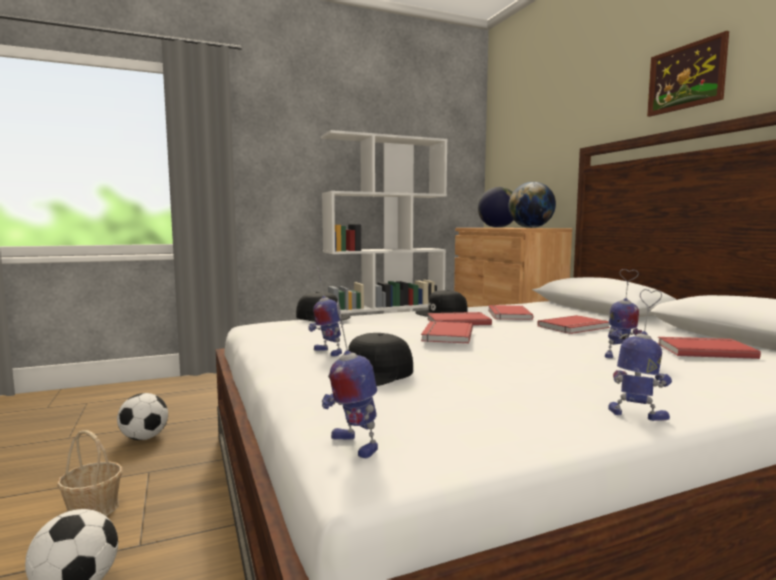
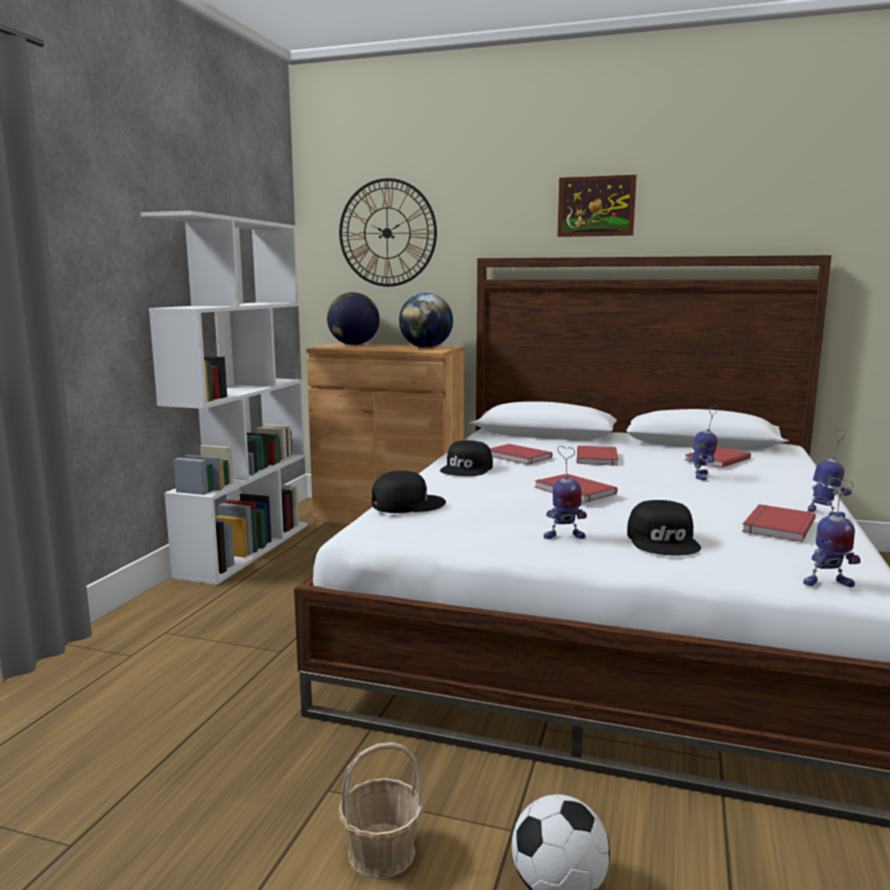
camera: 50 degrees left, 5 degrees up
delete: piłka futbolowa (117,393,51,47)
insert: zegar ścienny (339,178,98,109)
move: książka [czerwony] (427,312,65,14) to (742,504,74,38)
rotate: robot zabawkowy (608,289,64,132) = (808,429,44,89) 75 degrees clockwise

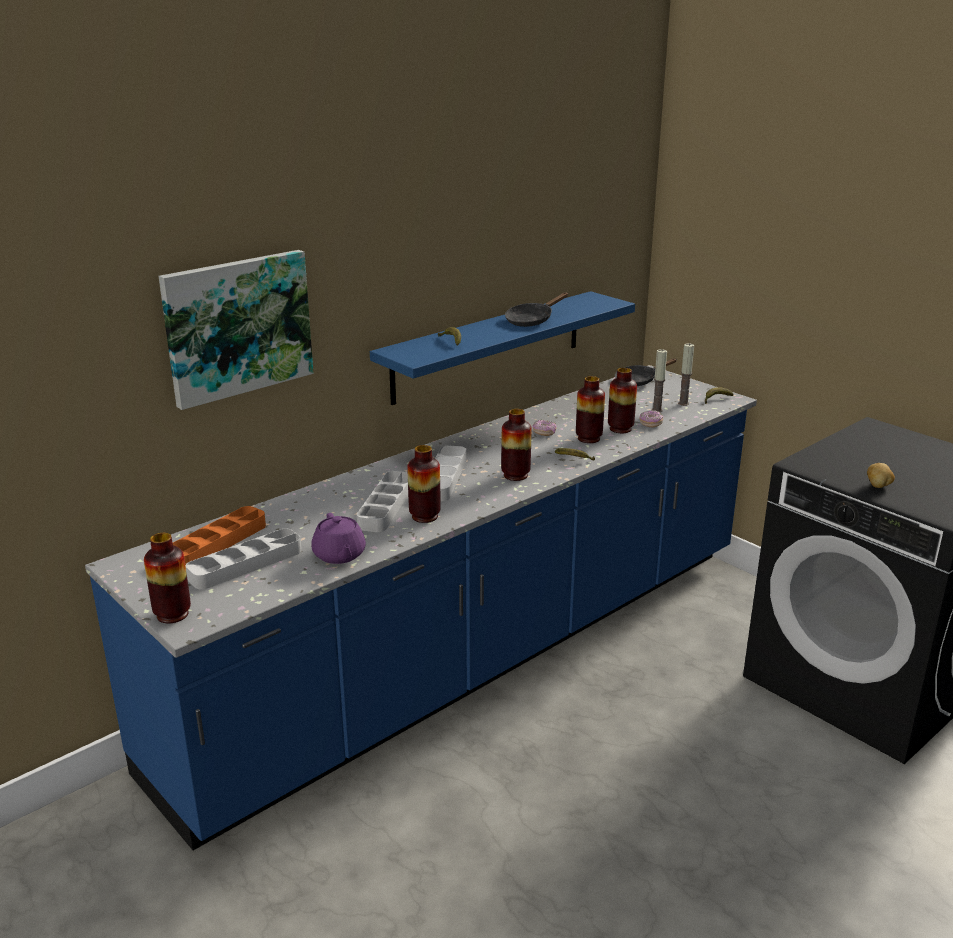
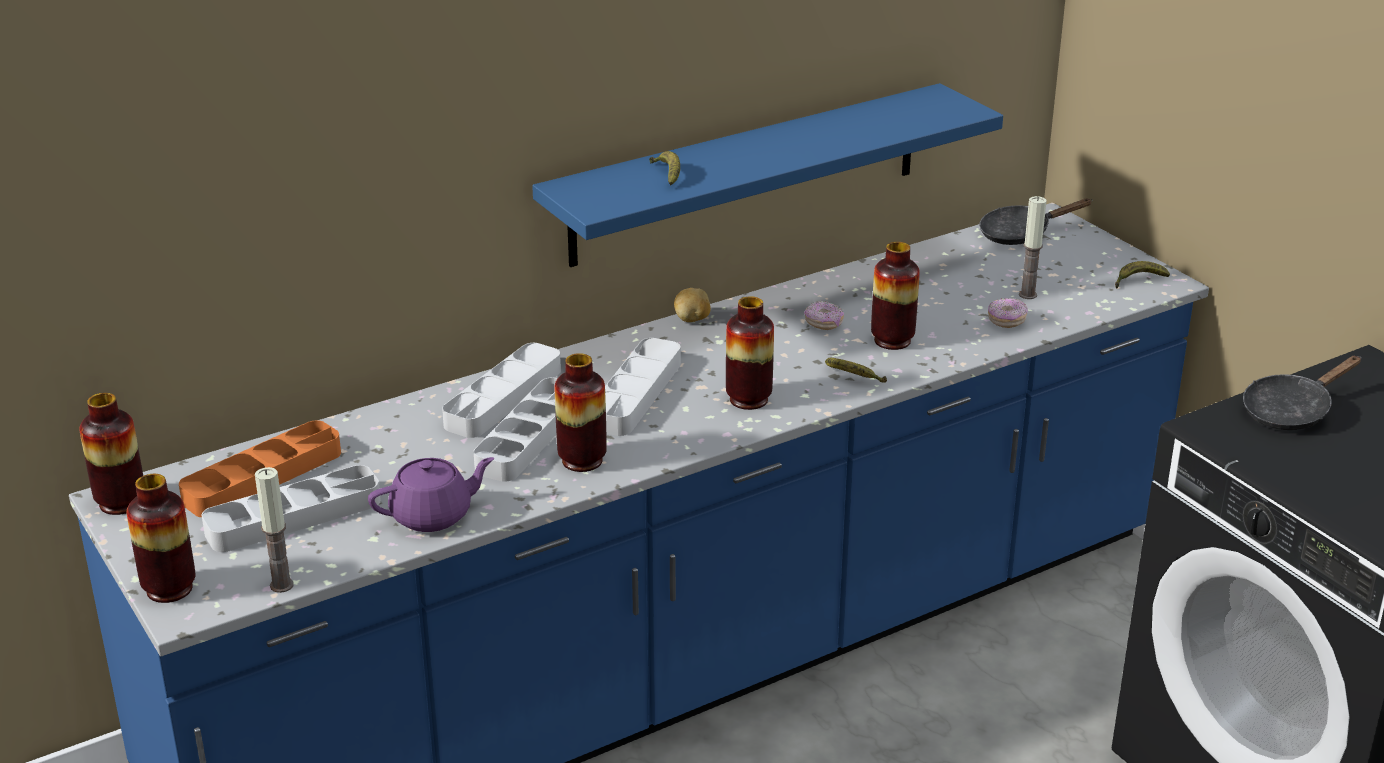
camera: 10 degrees right, 5 degrees up
delete: obraz (158,250,156,160)
insert: taca [szary] (442,343,119,95)
move: patelnia [czarny] (505,292,63,35) to (1243,356,118,74); świeca (678,343,16,63) to (255,467,39,126); wazon (608,368,29,65) to (80,393,63,122); ziemniak (867,463,28,25) to (674,288,37,34)
rotate: imbryk [fioletowy] (311,513,55,51) = (368,457,126,75) 105 degrees counterclockwise

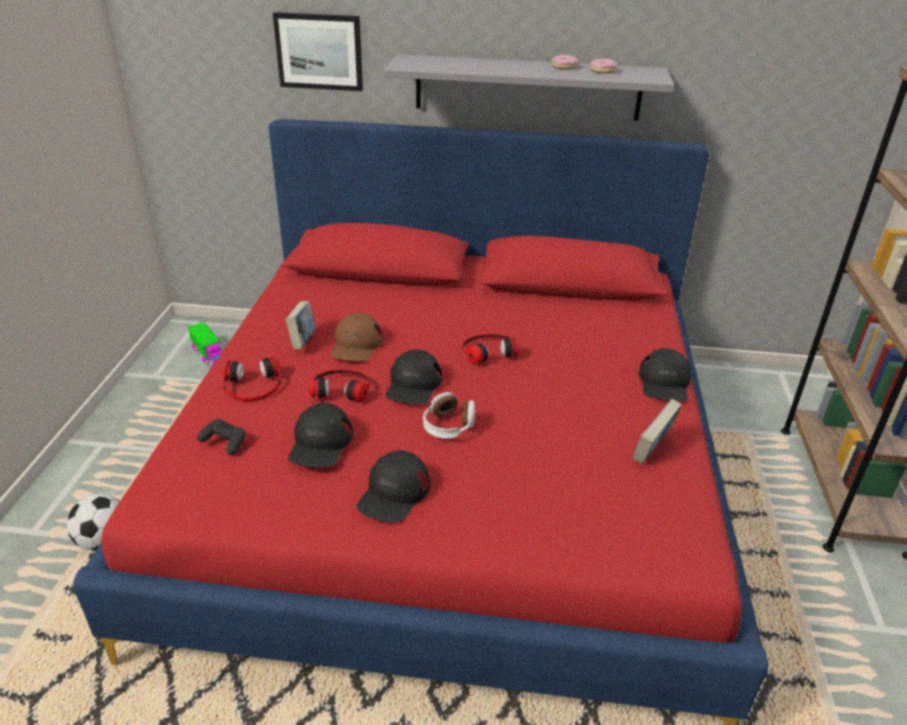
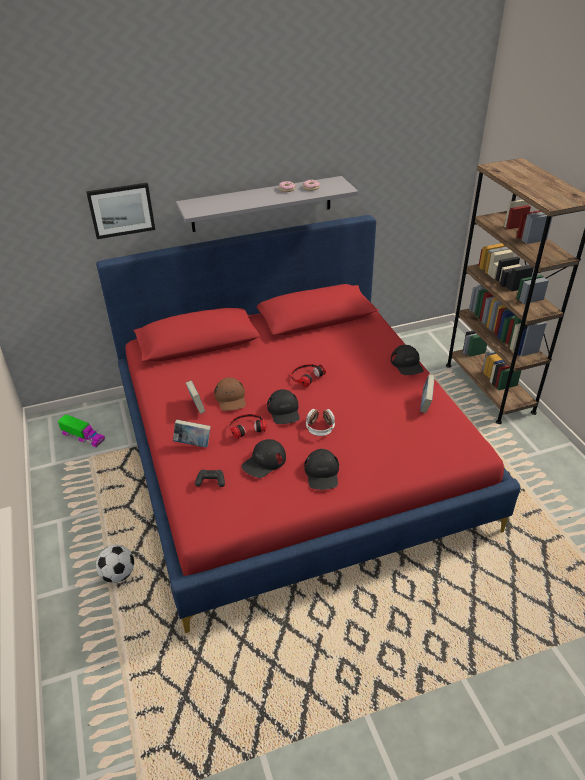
camera: 25 degrees left, 5 degrees up
replace: słuchawki (222,356,59,45) to książka (173,419,38,29)
rotate: czapka z daszkiem [czarny] (288,403,65,64) = (242,439,44,39) 60 degrees clockwise

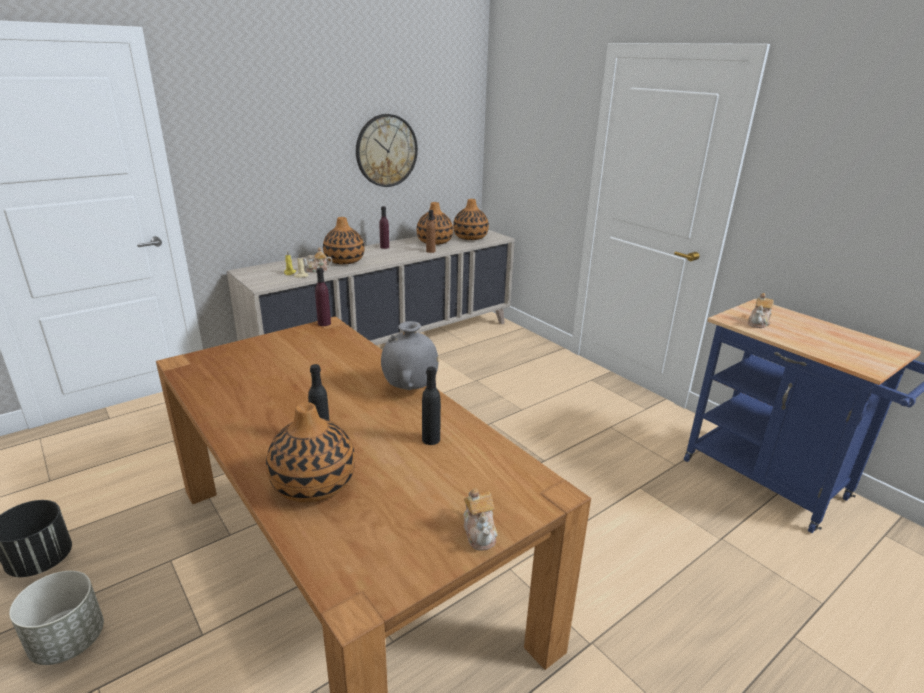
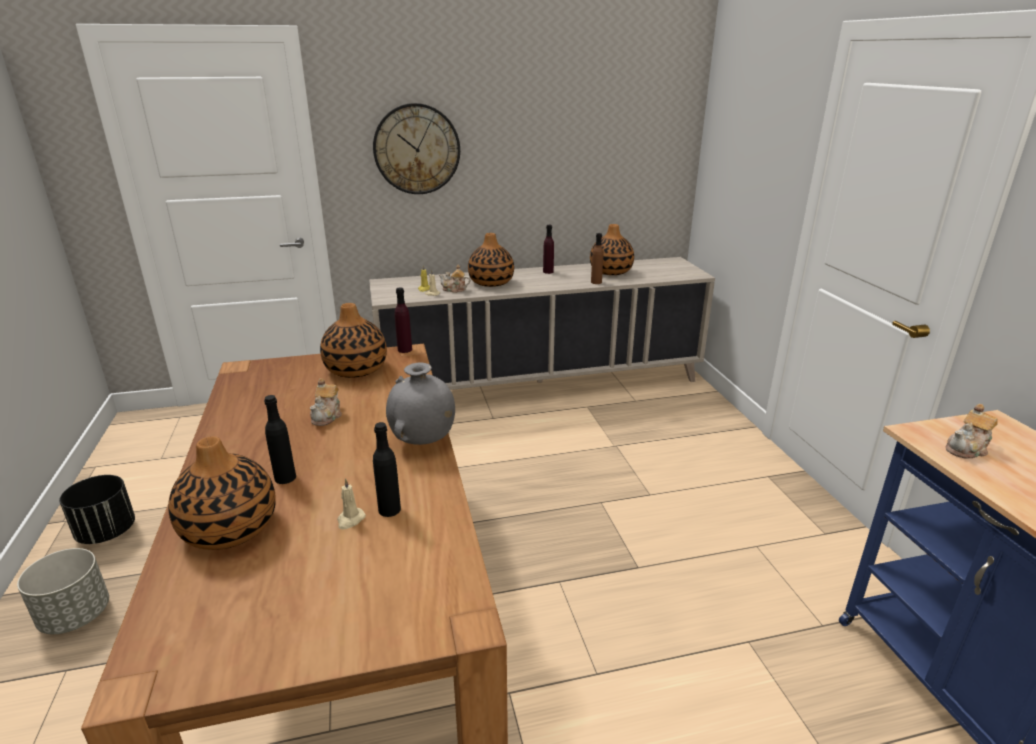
camera: 25 degrees right, 0 degrees up
insert: świeca [beżowy] (337,478,29,52)
move: zegar ścienny (356,114,62,73) to (373,103,87,91); wazon (453,199,36,41) to (320,303,67,75); imbryk (464,488,34,62) to (310,378,32,48)

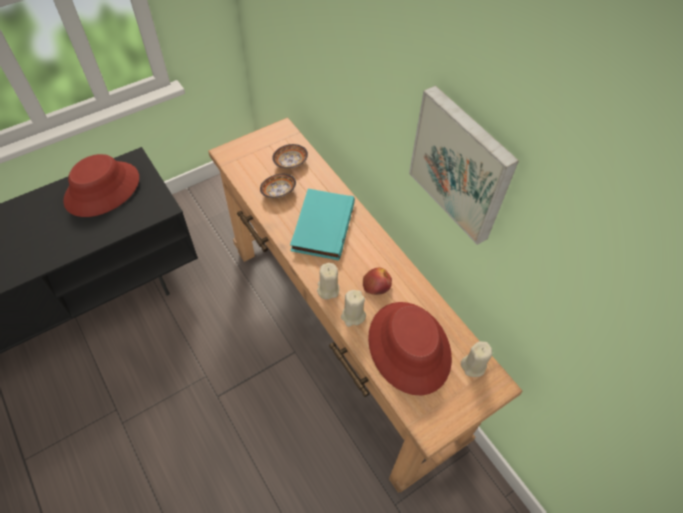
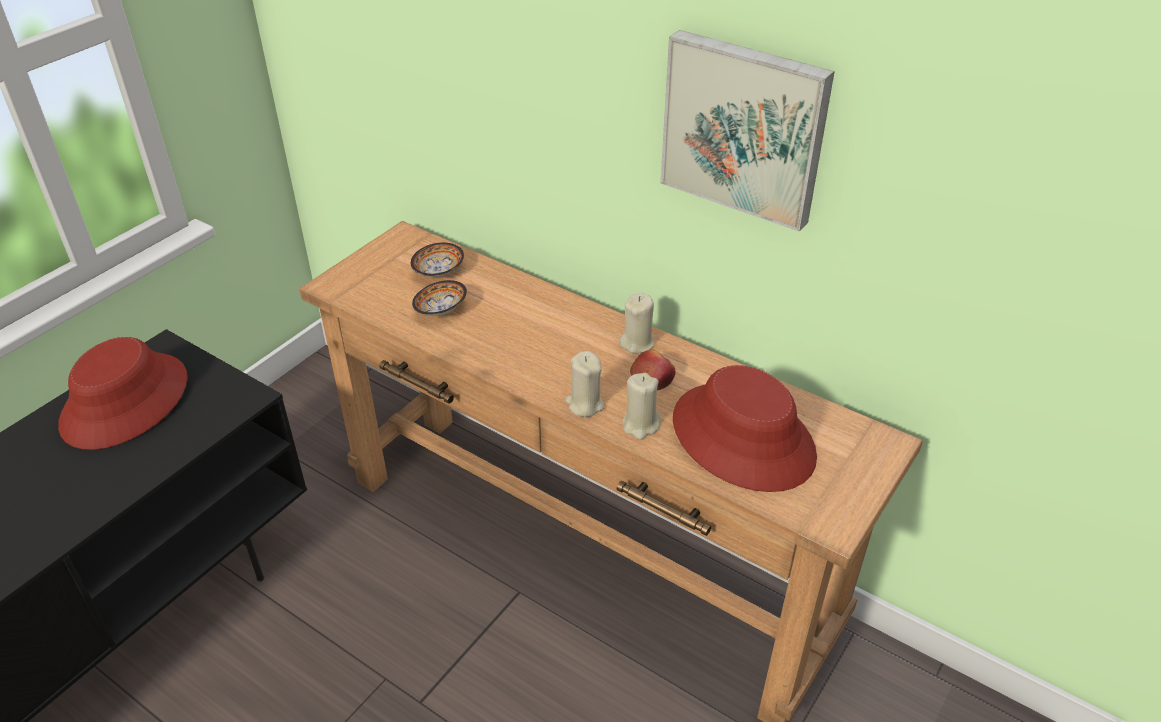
camera: 20 degrees left, 15 degrees down
delete: książka [turkusowy] (290,189,65,72)
move: świeca [beżowy] (461,341,31,36) to (619,293,36,61)

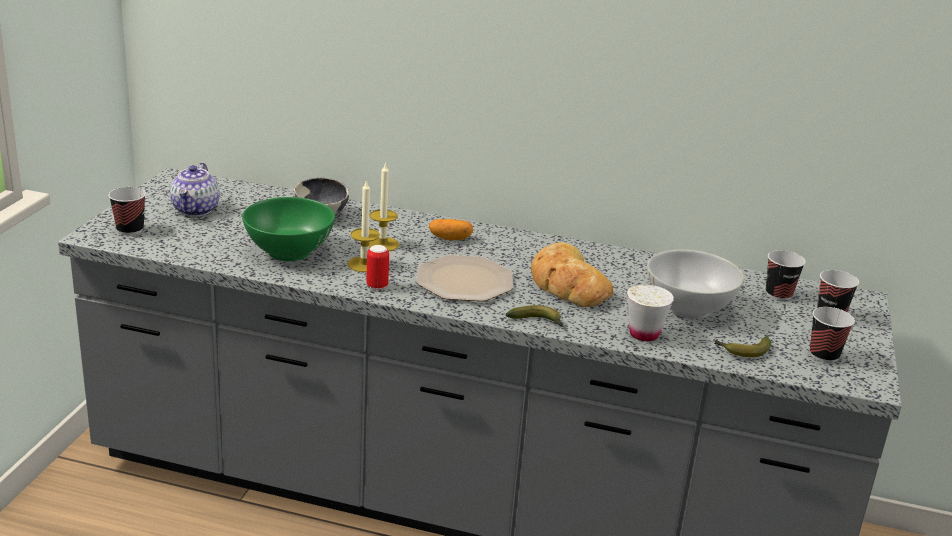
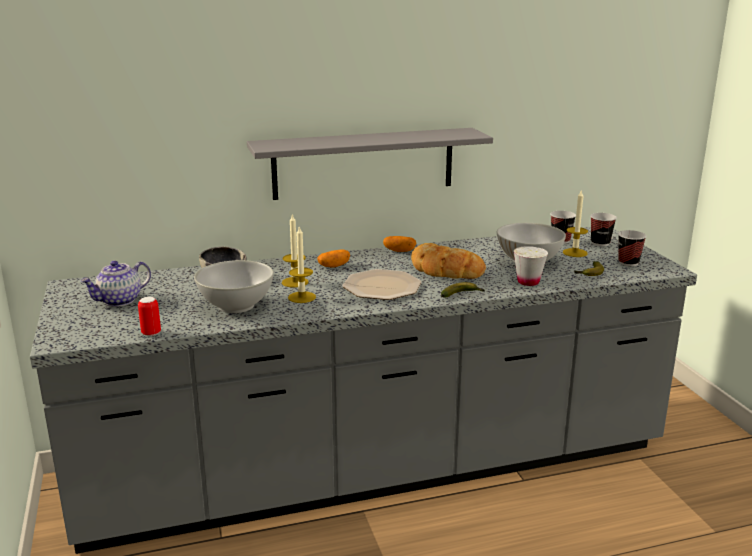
camera: 30 degrees left, 5 degrees down
delete: filiżanka (108,187,38,48)
insert: półka [szary] (247,128,246,72); świeca (563,189,25,68); ziemniak (383,236,33,16)
move: puszka (366,245,23,45) to (138,297,23,39)
recolor: miska [zielony] (242,197,93,64) to miska [biały] (194,260,80,53)
rotate: imbryk (170,163,50,53) = (81,261,70,46) 75 degrees clockwise

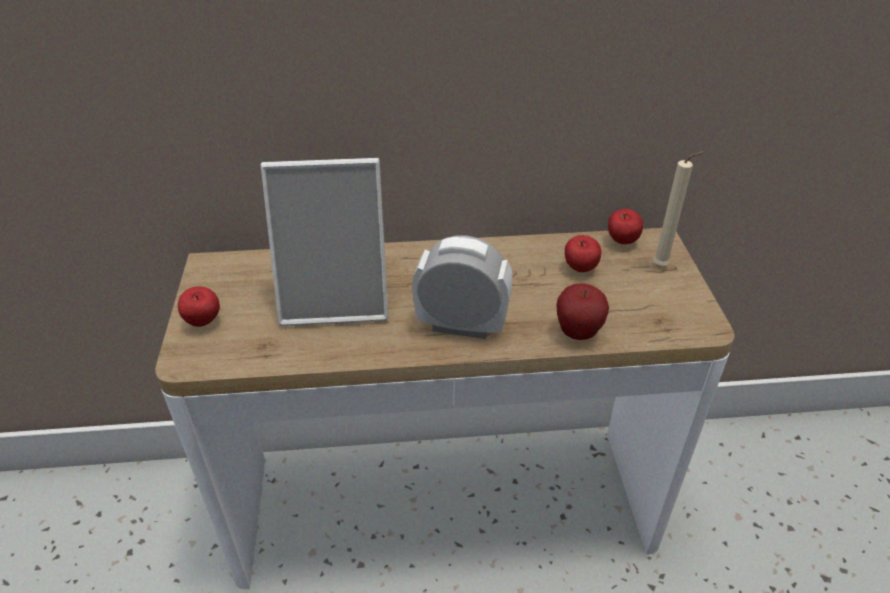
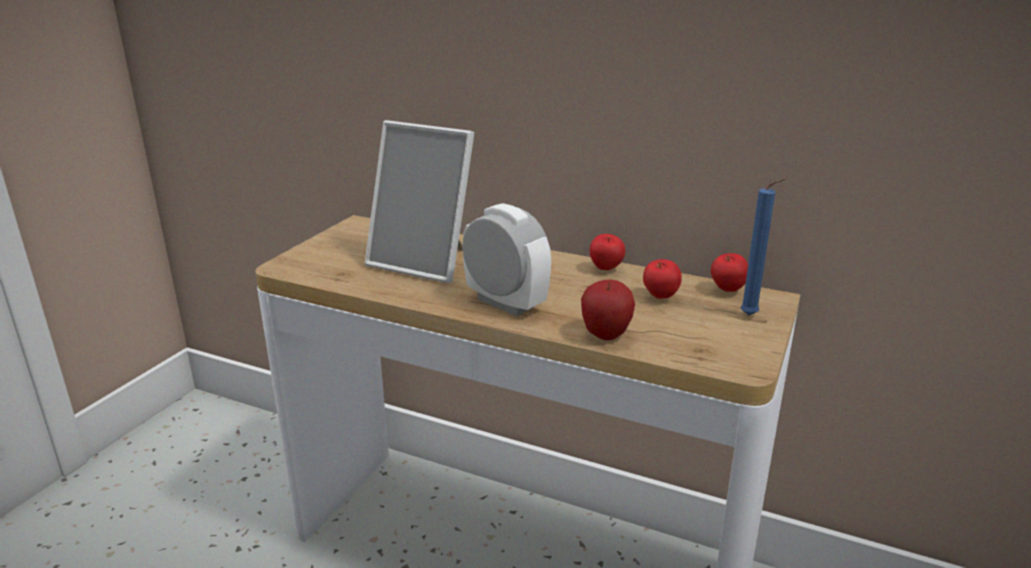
camera: 30 degrees right, 15 degrees down
move: jabłko (178,286,42,41) to (590,234,35,36)
recolor: świeca [beżowy] (653,151,51,115) to świeca [niebieski] (740,178,46,137)

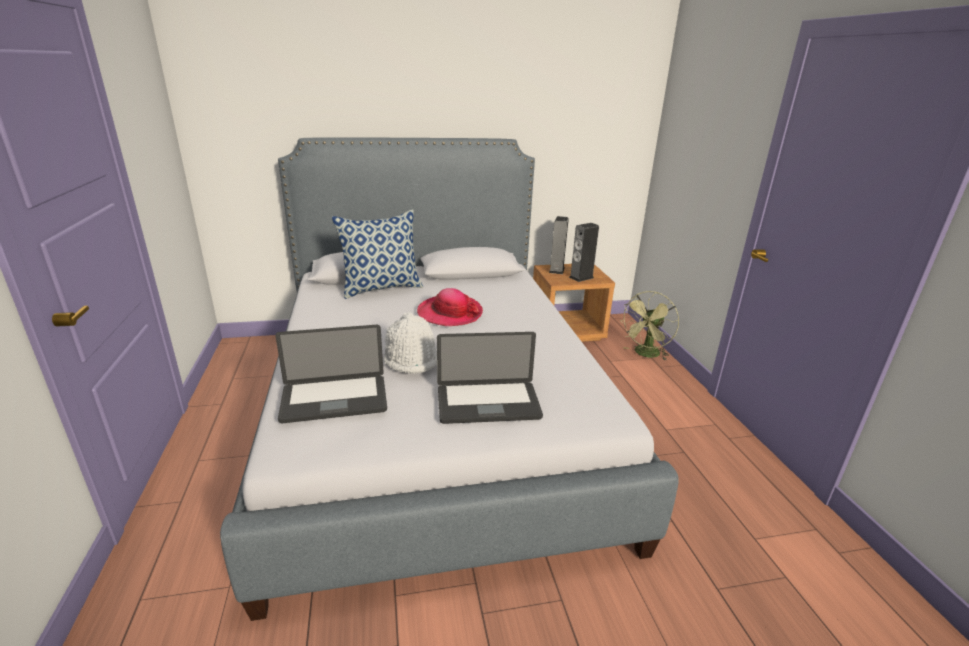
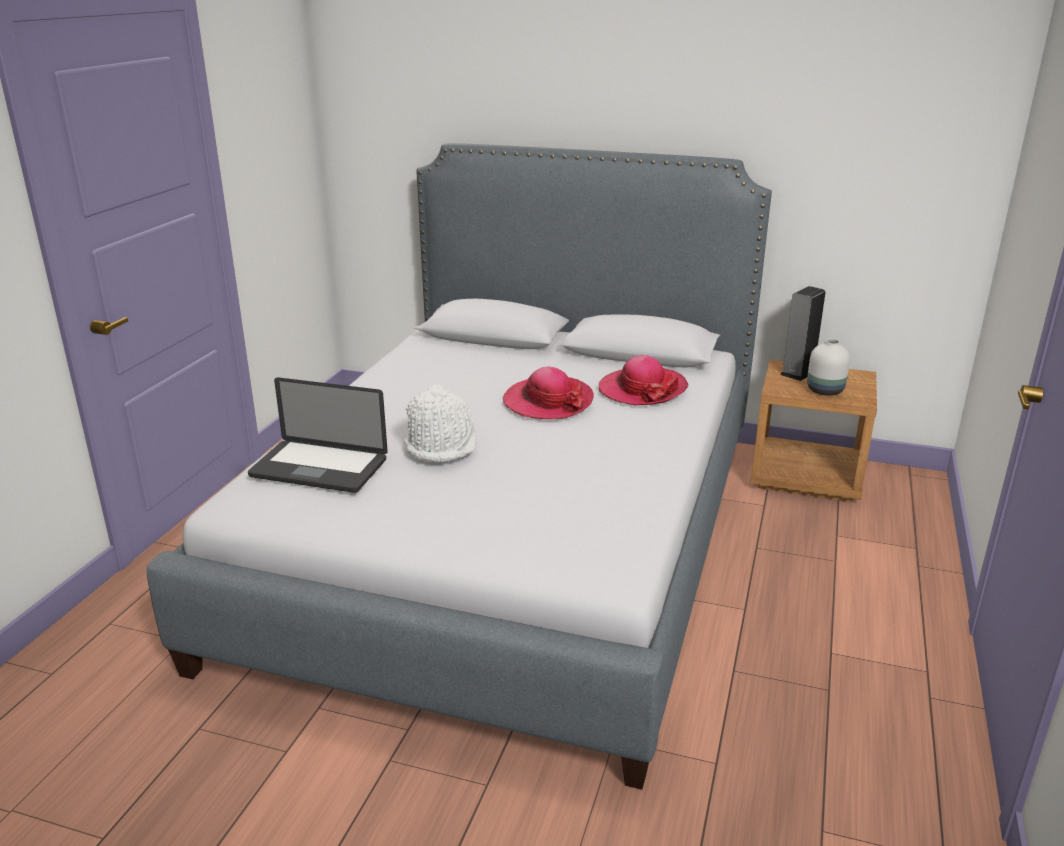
camera: 30 degrees right, 0 degrees up
delete: poduszka (332,209,91,90); wentylator [zielony] (622,291,57,70); laptop (437,332,106,92)
insert: kapelusz (599,355,89,50)
replace: głośnik (569,223,30,59) to wazon [biały] (807,339,43,57)

